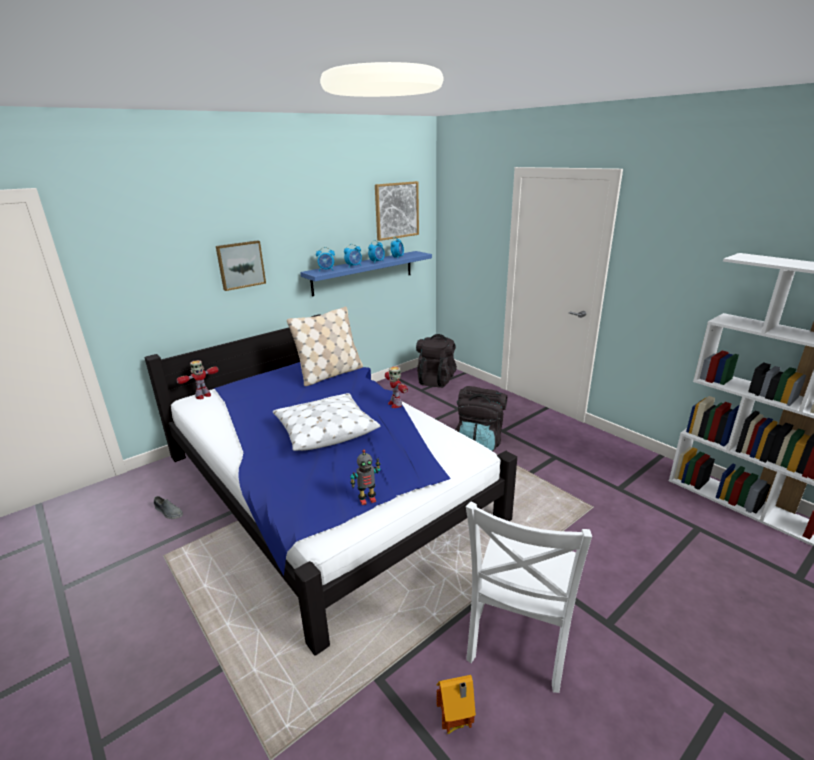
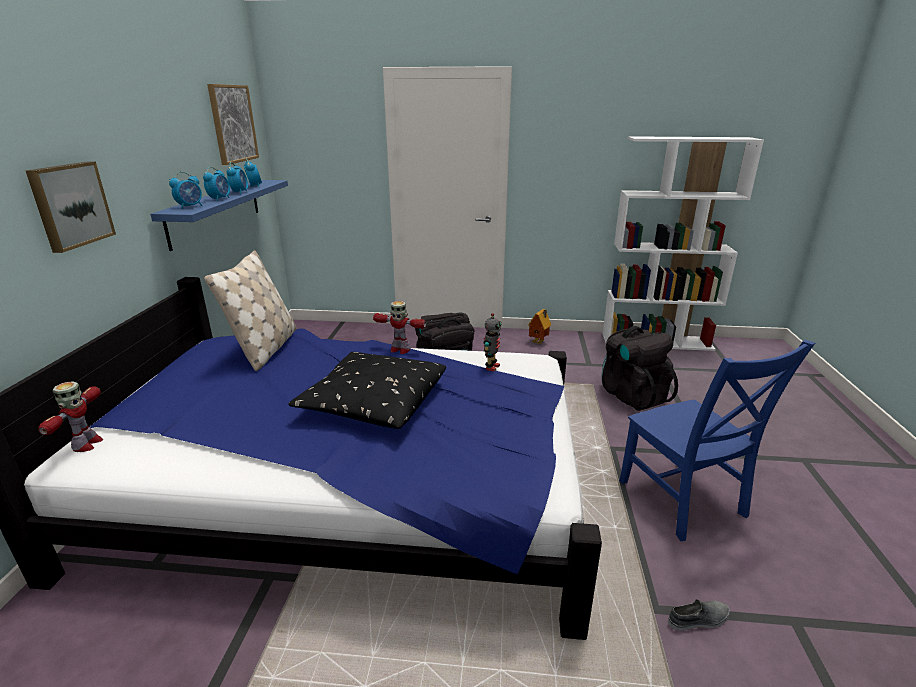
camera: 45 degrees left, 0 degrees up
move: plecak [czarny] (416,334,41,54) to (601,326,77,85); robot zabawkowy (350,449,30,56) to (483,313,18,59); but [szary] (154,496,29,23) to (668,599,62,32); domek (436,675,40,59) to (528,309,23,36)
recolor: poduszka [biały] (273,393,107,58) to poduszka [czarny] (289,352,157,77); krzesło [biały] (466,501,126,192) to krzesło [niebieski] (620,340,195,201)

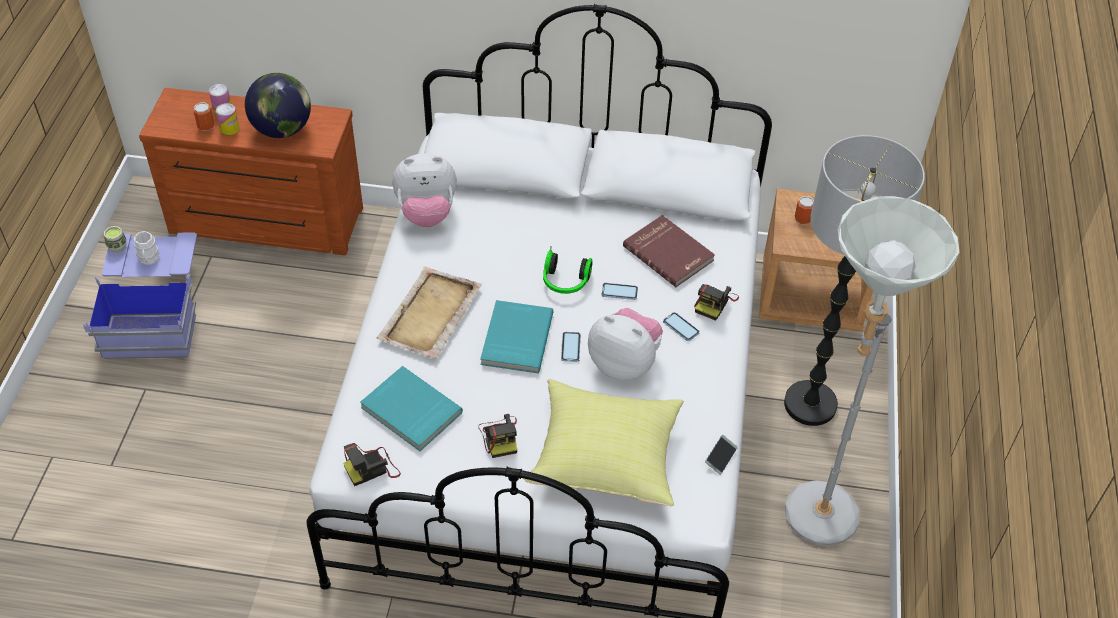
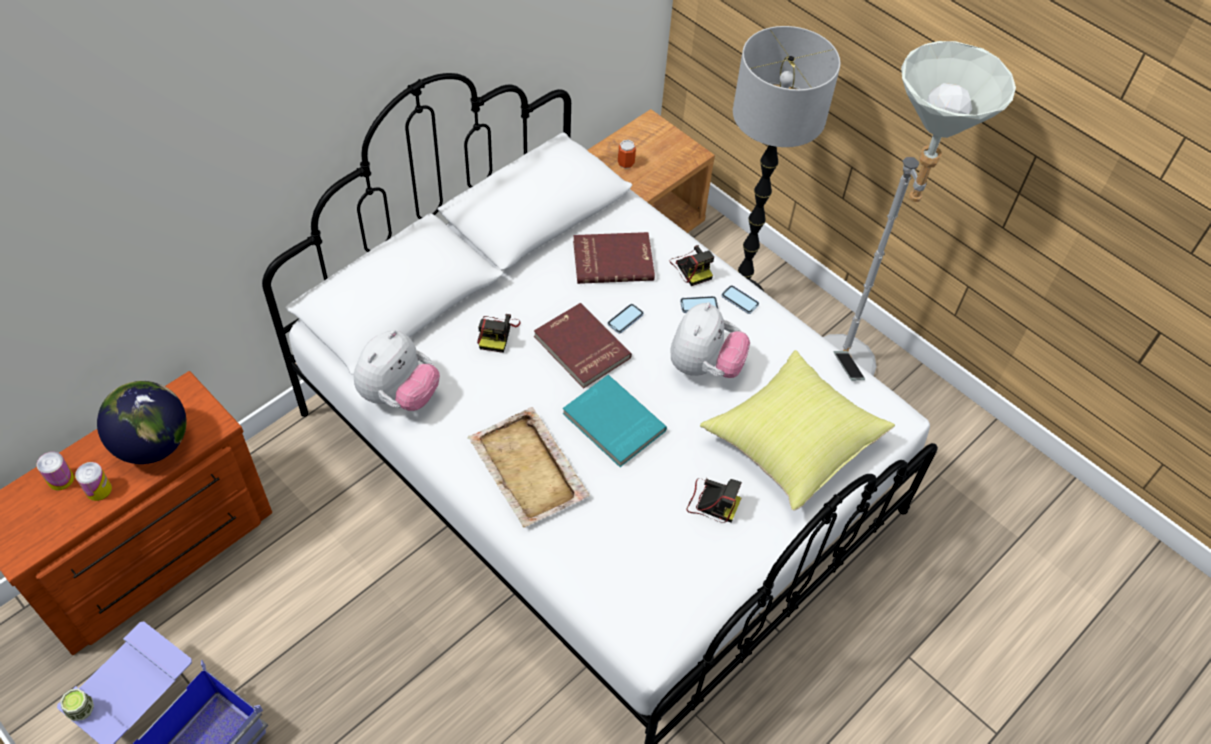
camera: 55 degrees left, 5 degrees up
delete: puszka (194,102,20,29); kubek [biały] (134,231,25,34); książka [turkusowy] (360,366,103,85)
move: telefon (561,332,20,30) to (721,285,38,29); aparat fotograficzny (343,443,58,43) to (477,314,43,39)
replace: słuchawki (543,249,49,45) to książka [czerwony] (534,303,98,86)
rotate: pluszak (588,308,75,72) = (671,302,79,76) 135 degrees clockwise

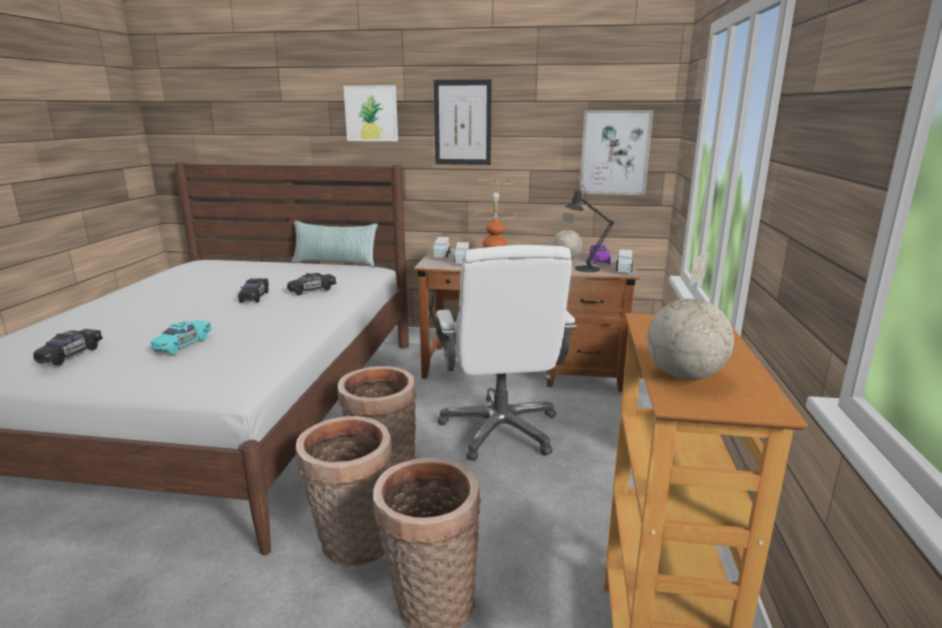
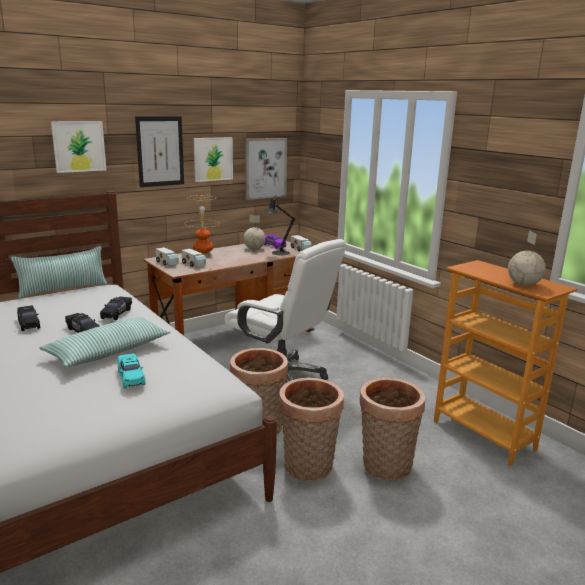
camera: 45 degrees left, 0 degrees up
insert: obraz (194,137,39,45); poduszka (39,317,131,50)
move: samochodzik [czarny] (33,329,70,37) to (17,305,23,26)

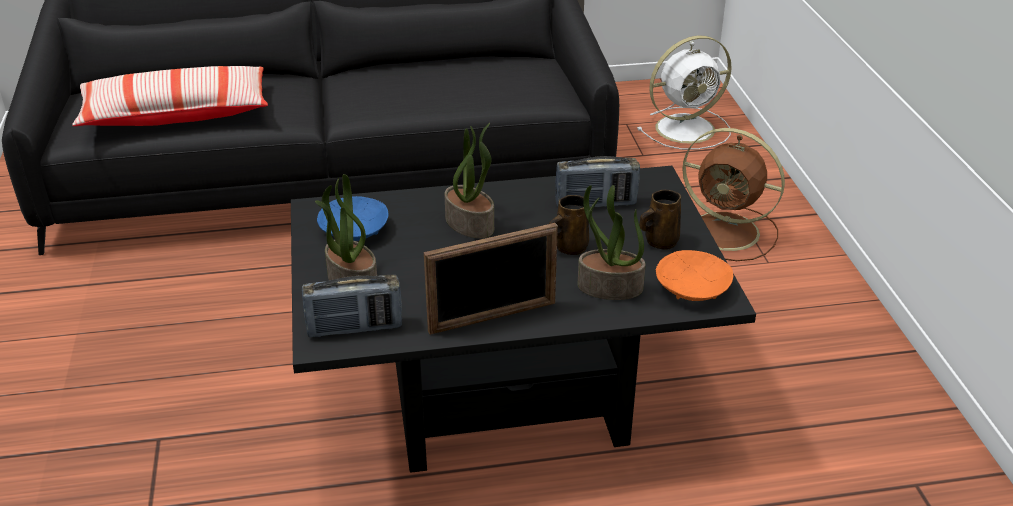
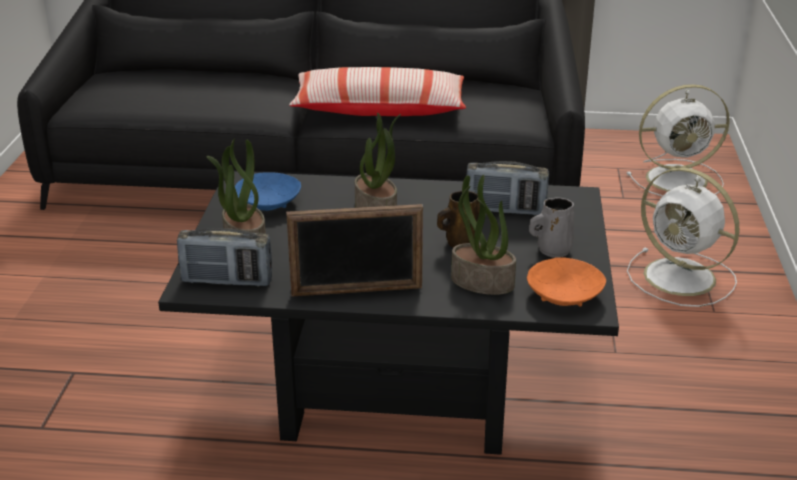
camera: 15 degrees right, 5 degrees down
move: poduszka (72,66,196,60) to (289,67,177,49)
recolor: wentylator [brązowy] (682,128,103,133) to wentylator [biały] (627,168,112,139); kubek [brązowy] (639,190,42,60) to kubek [szary] (529,197,45,61)

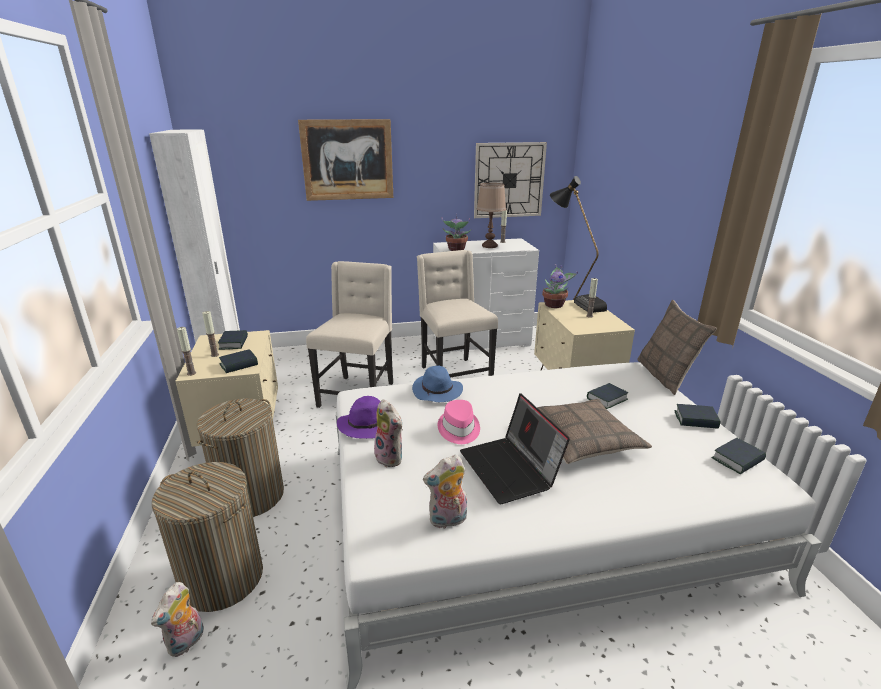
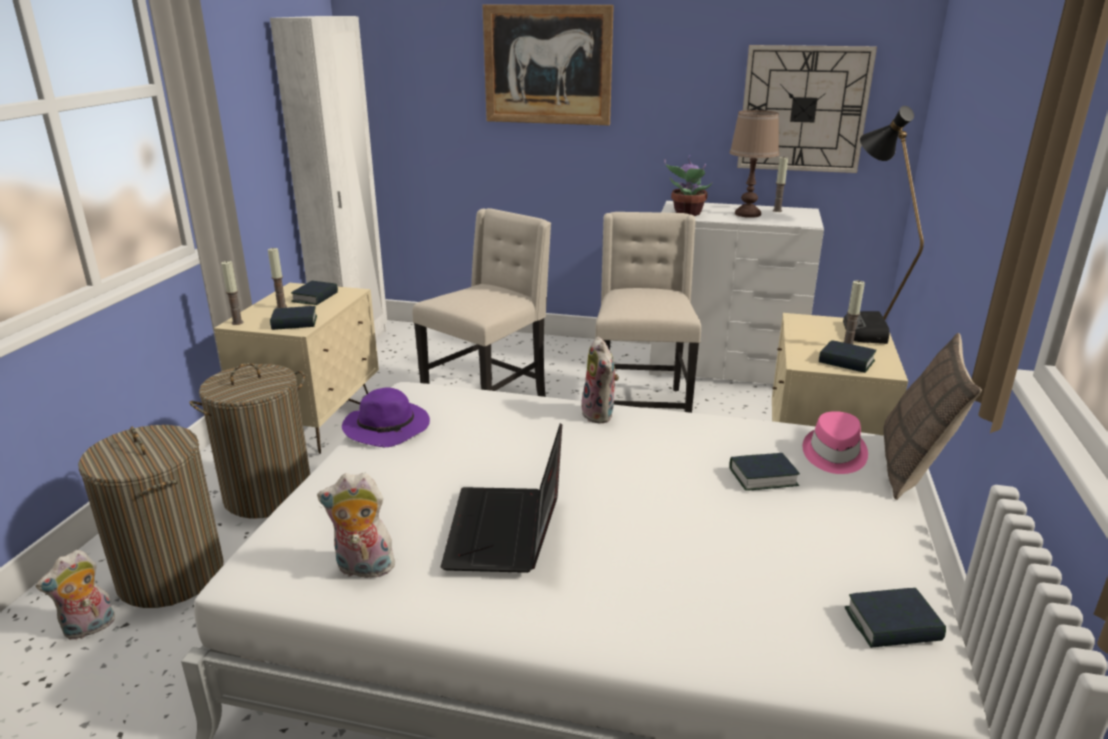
camera: 25 degrees right, 0 degrees up
delete: roślina doniczkowa (542,264,36,44); kapelusz [niebieski] (412,366,51,36); poduszka (537,399,115,65)
move: pluszak (374,399,29,68) to (581,337,38,87); kapelusz [różowy] (438,400,42,44) to (803,411,65,63); książka (674,404,46,25) to (819,340,58,33)

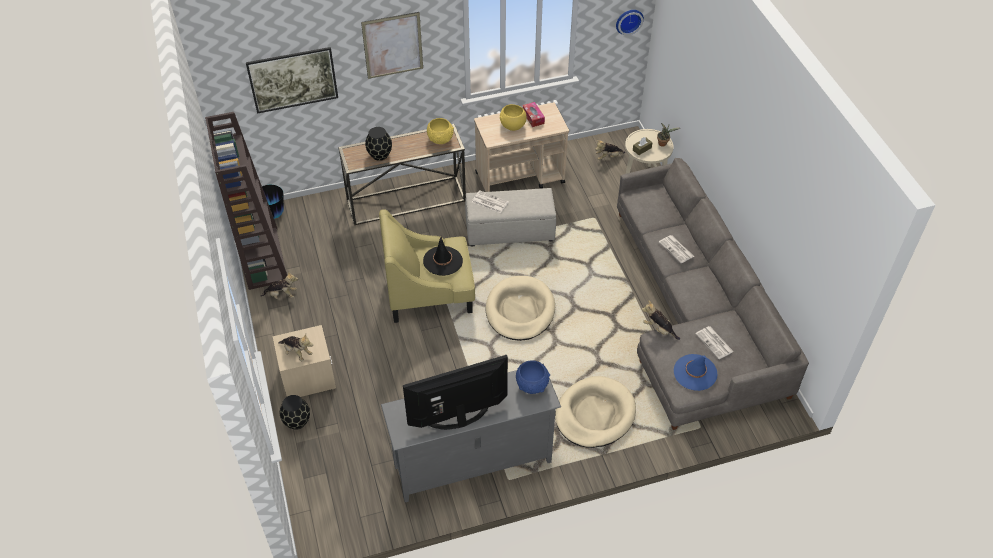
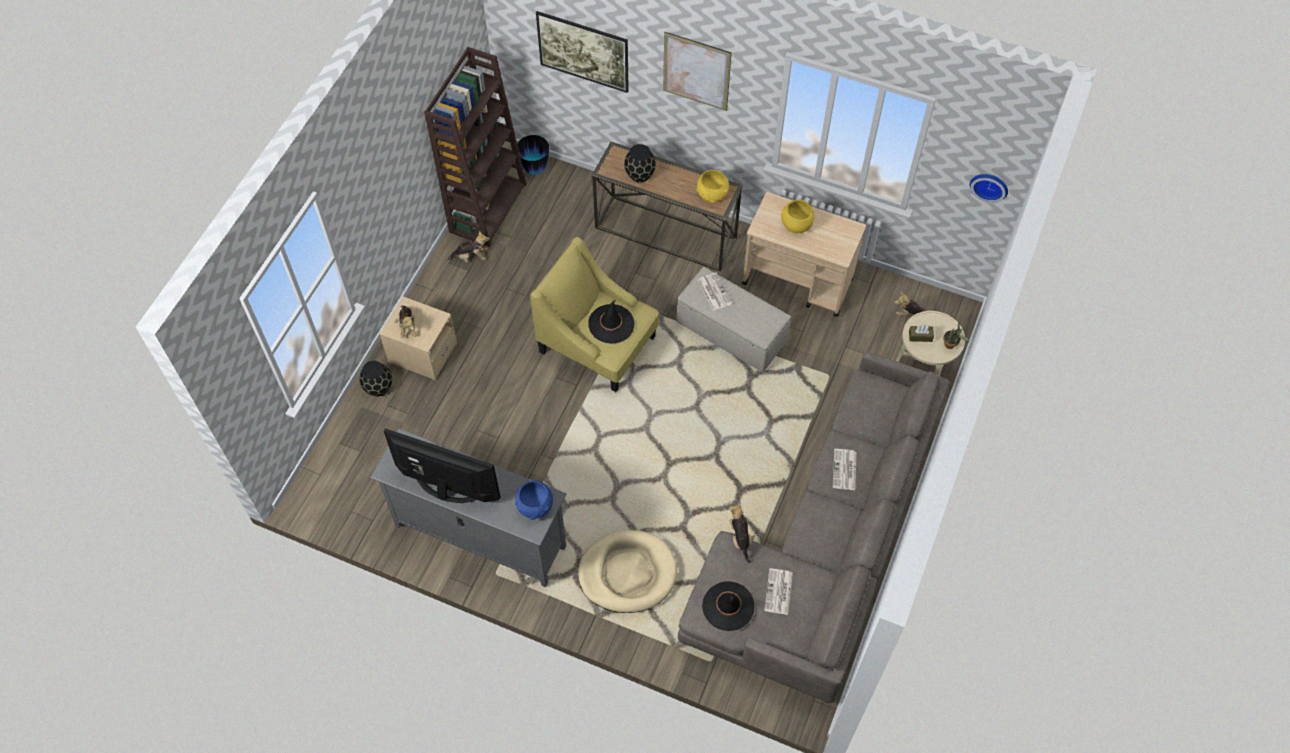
camera: 40 degrees right, 10 degrees up
delete: pudełko chusteczek (523,102,22,25); legowisko [beżowy] (486,276,69,65)
recolor: kapelusz [niebieski] (674,354,43,37) to kapelusz [czarny] (702,581,52,50)
rotate: pluszak (260,272,38,27) = (448,231,42,32) 45 degrees counterclockwise

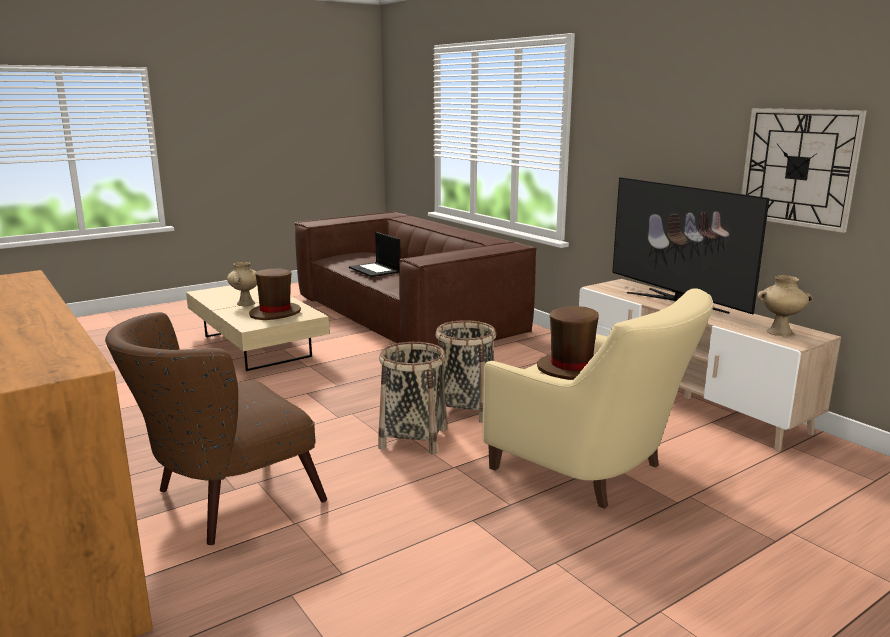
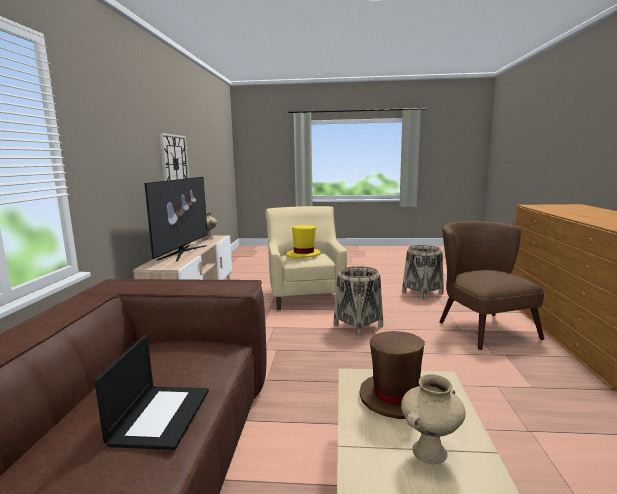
camera: 140 degrees left, 5 degrees down
move: koszyk (435,320,61,103) to (402,245,42,55)
recolor: kapelusz [brązowy] (537,306,62,74) to kapelusz [żółty] (287,225,34,33)
rotate: fotel [brązowy] (105,312,222,233) = (439,221,106,129) 105 degrees counterclockwise

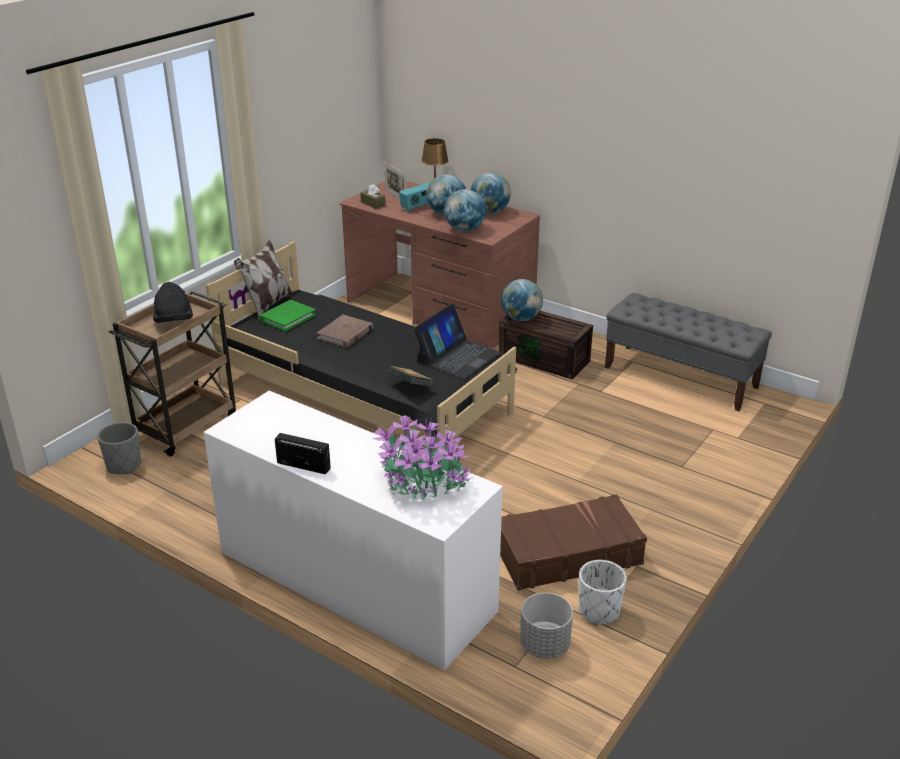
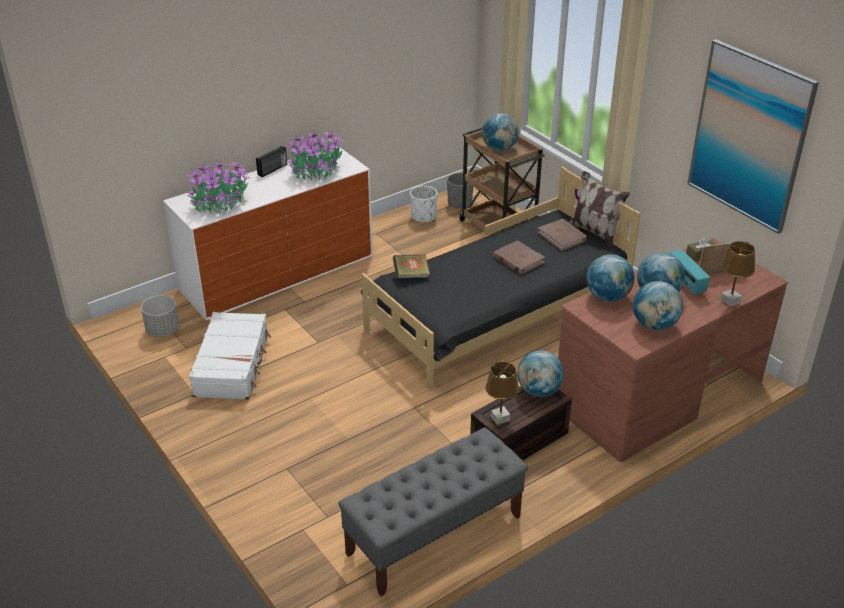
camera: 110 degrees right, 5 degrees up
delete: laptop (414,303,87,76)
insert: obraz (687,39,132,195); roślina doniczkowa (286,127,59,54); lampa stołowa [brązowy] (485,362,34,63)
move: donica [biały] (579,560,48,65) to (410,186,28,37)
replace: kapelusz [czarny] (153,282,40,41) to globus (482,113,37,38)
recolor: książka [zielony] (259,300,57,32) to książka [brązowy] (538,219,49,32); walizka [brązowy] (500,494,147,96) to walizka [biały] (189,312,82,88)

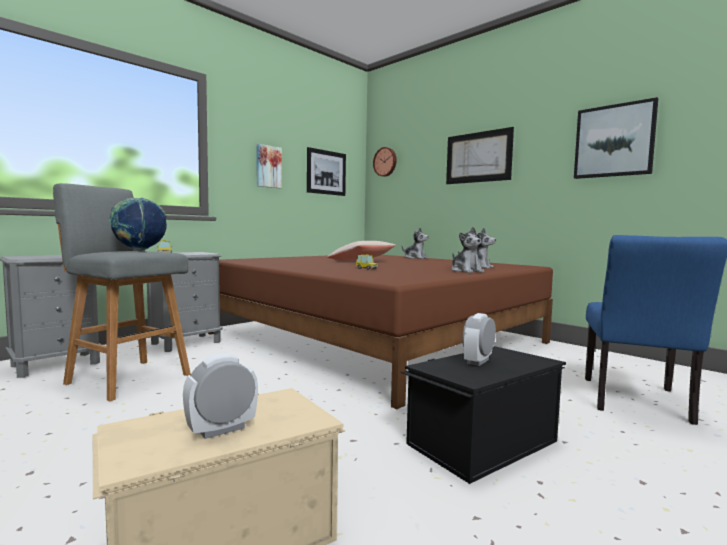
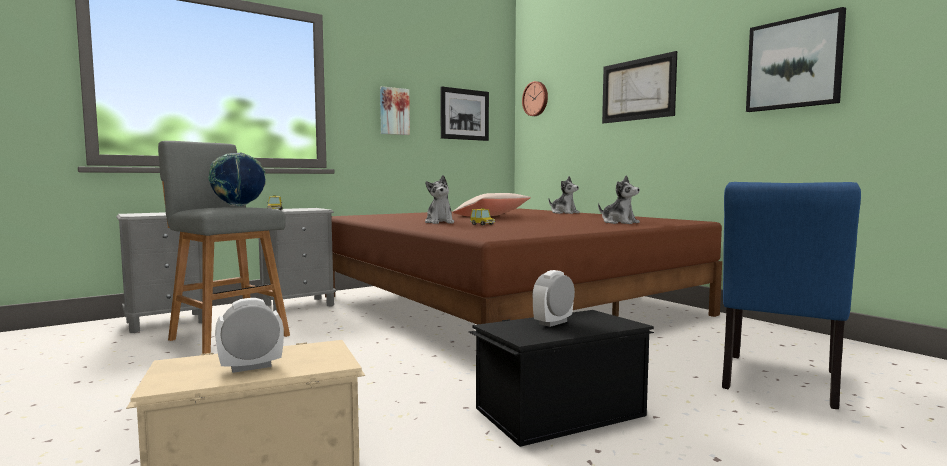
camera: 10 degrees right, 0 degrees up
move: pluszak (452,227,32,46) to (425,175,29,49)

